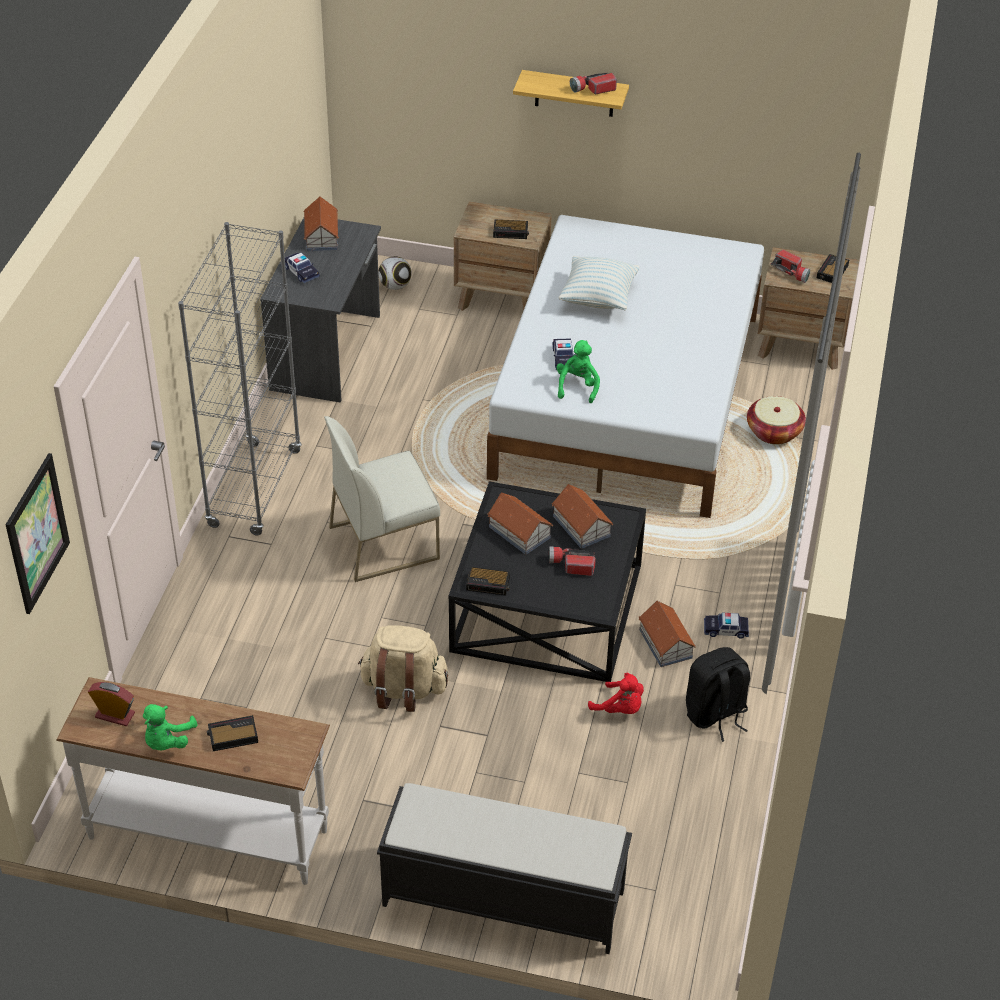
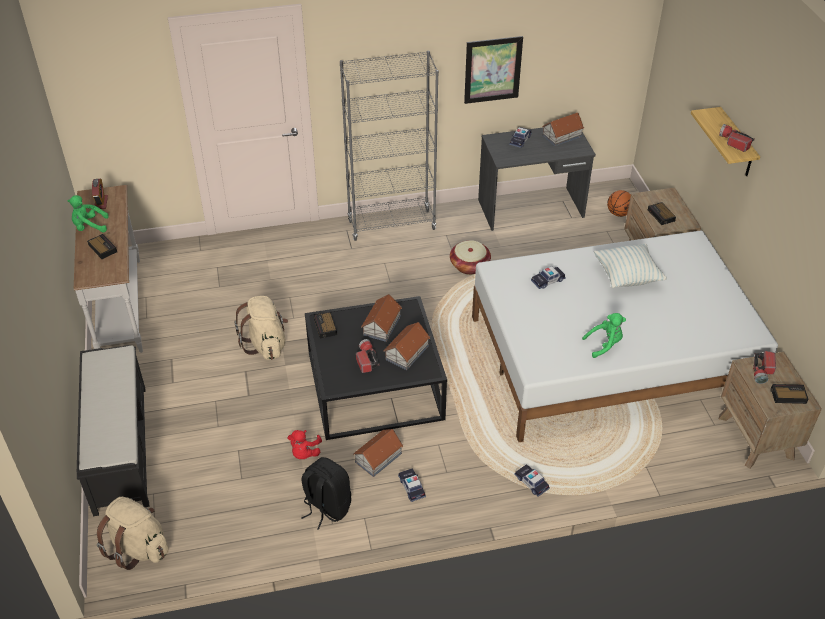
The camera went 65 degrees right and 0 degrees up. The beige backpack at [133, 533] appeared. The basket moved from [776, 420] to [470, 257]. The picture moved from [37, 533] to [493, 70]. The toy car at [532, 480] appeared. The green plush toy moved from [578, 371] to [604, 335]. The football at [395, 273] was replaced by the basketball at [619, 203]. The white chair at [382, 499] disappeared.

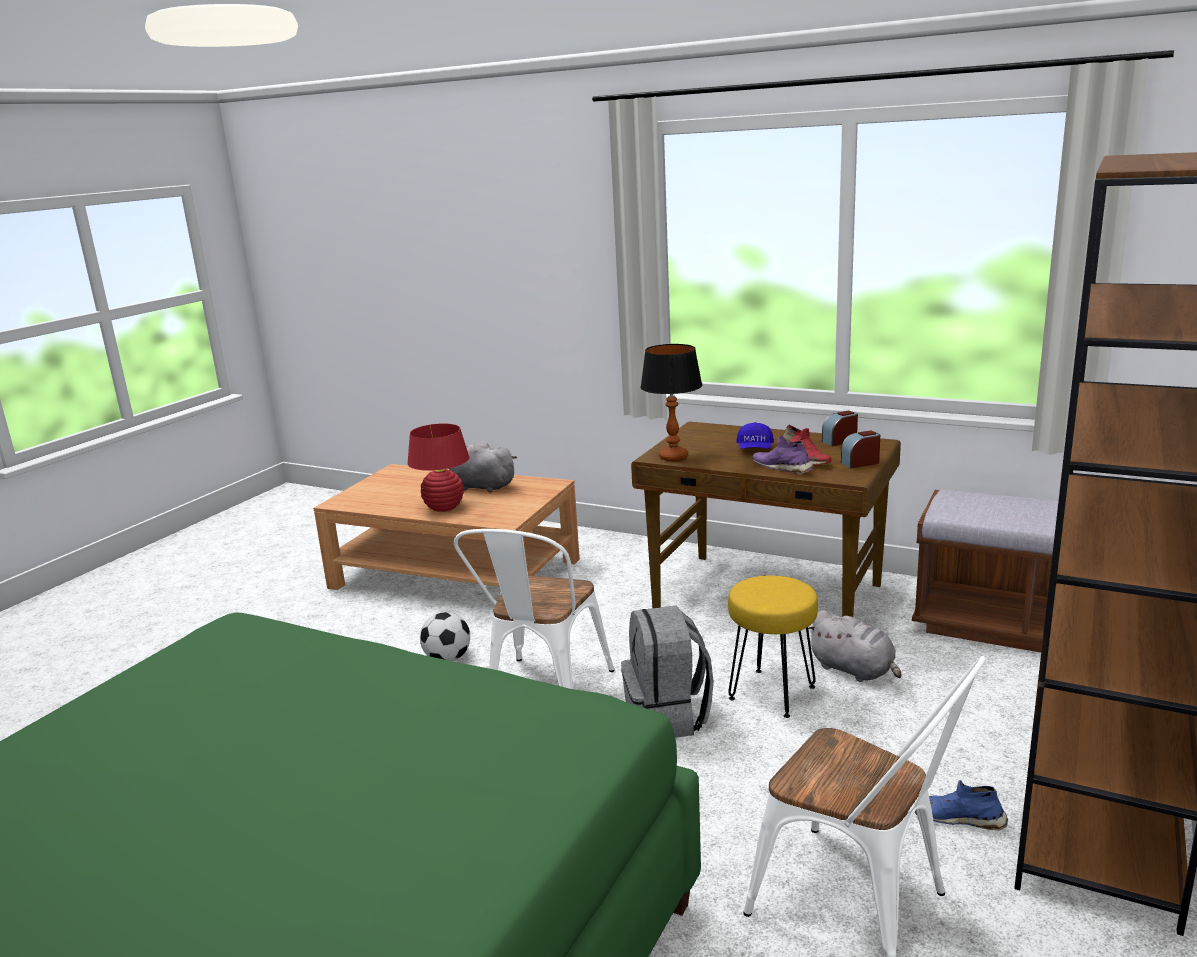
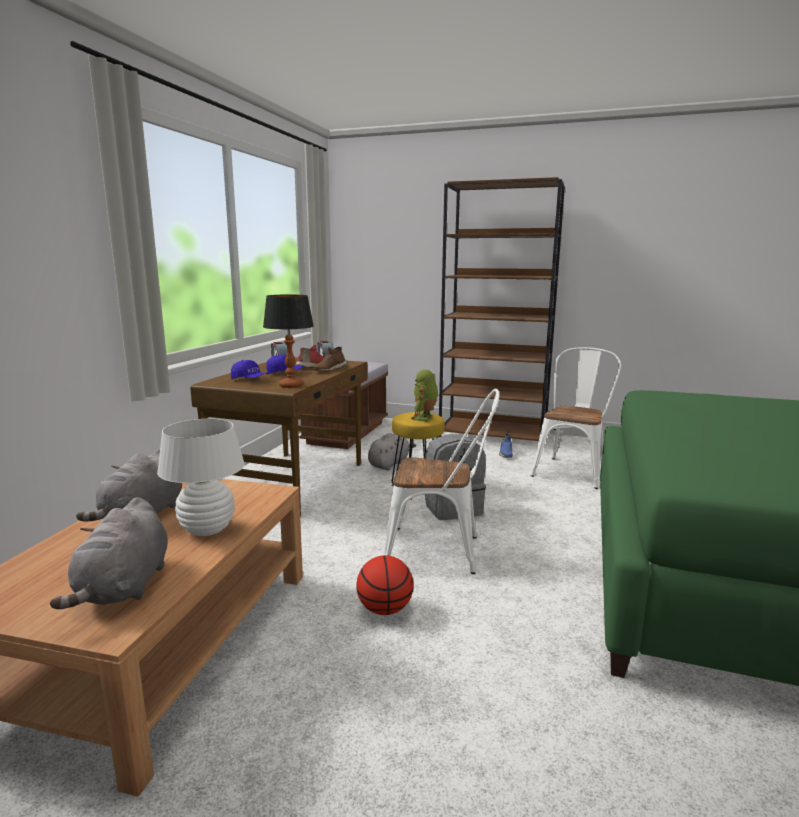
The camera went 100 degrees left and 5 degrees down. The grey plush toy at [109, 553] appeared. The red table lamp at [438, 467] became the white table lamp at [201, 477]. The blue cap at [250, 369] appeared. The purple shoe at [783, 455] became the brown shoe at [330, 359]. The football at [445, 636] was replaced by the basketball at [385, 585]. The toy robot at [425, 395] appeared.

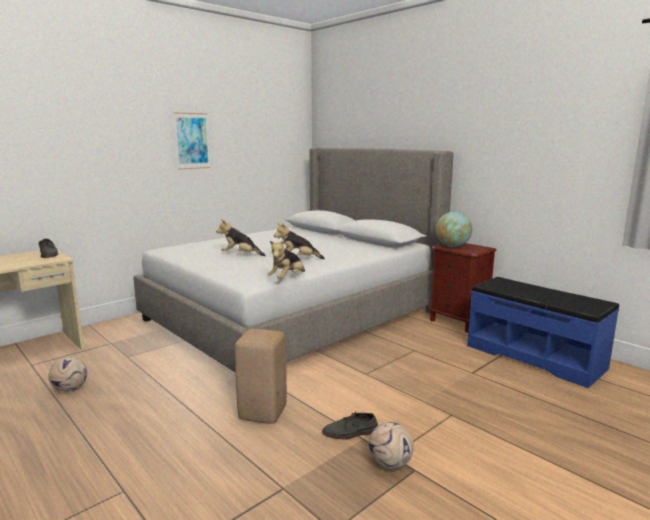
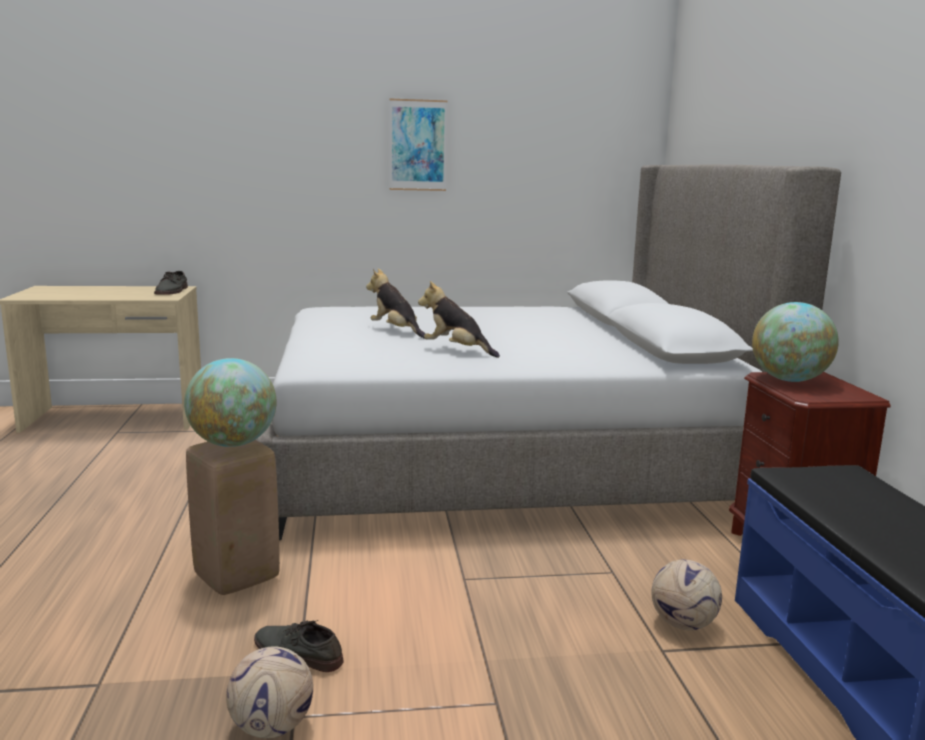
The camera went 35 degrees right and 0 degrees up. The globe at [230, 402] appeared. The football moved from [68, 374] to [686, 594]. The plush toy at [286, 259] disappeared.

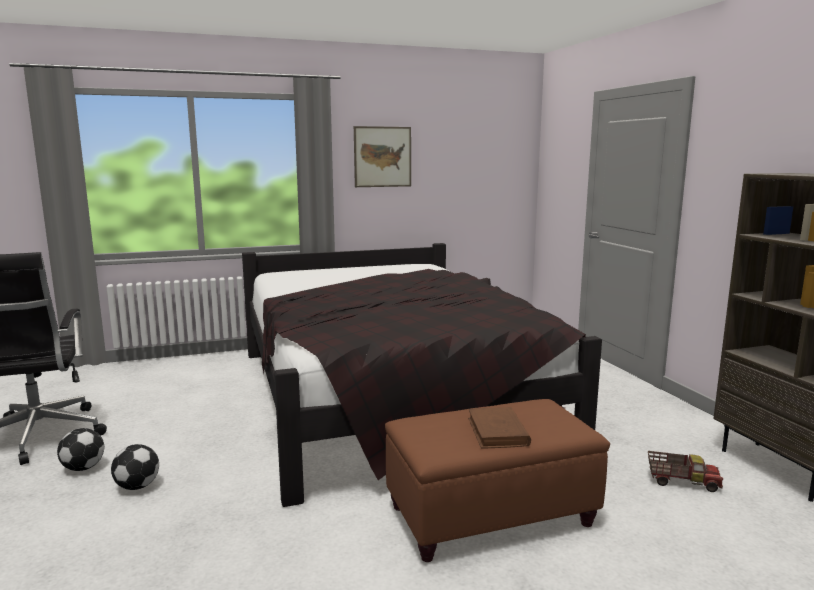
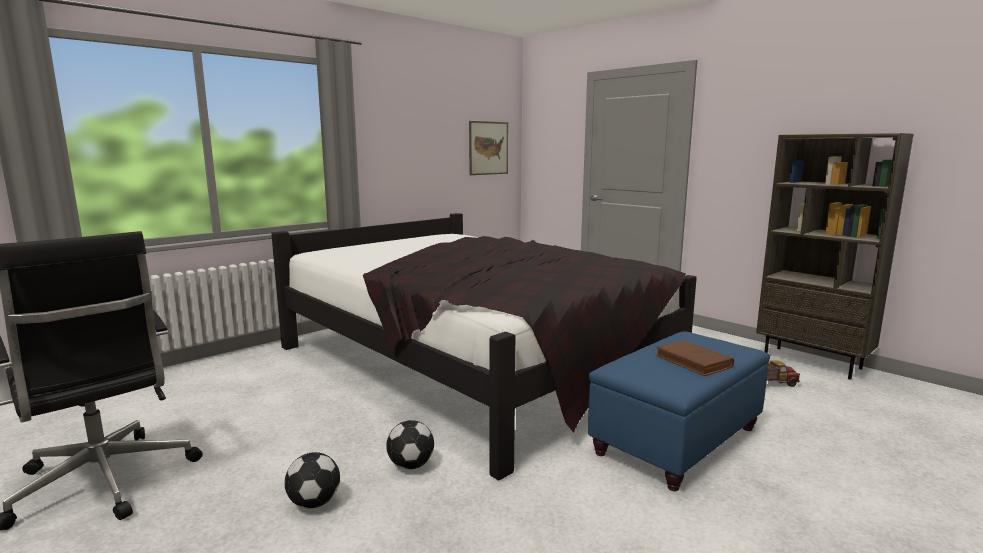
The camera went 25 degrees left and 0 degrees up. The football moved from [80, 449] to [410, 445]. The picture moved from [382, 156] to [488, 148]. The brown ottoman at [497, 480] became the blue ottoman at [679, 411].

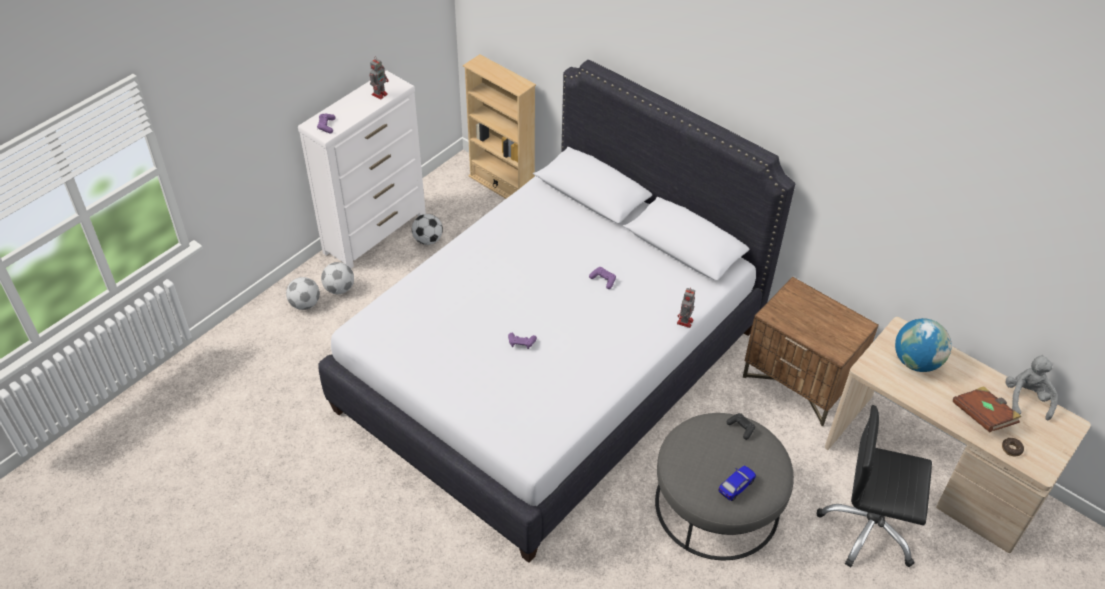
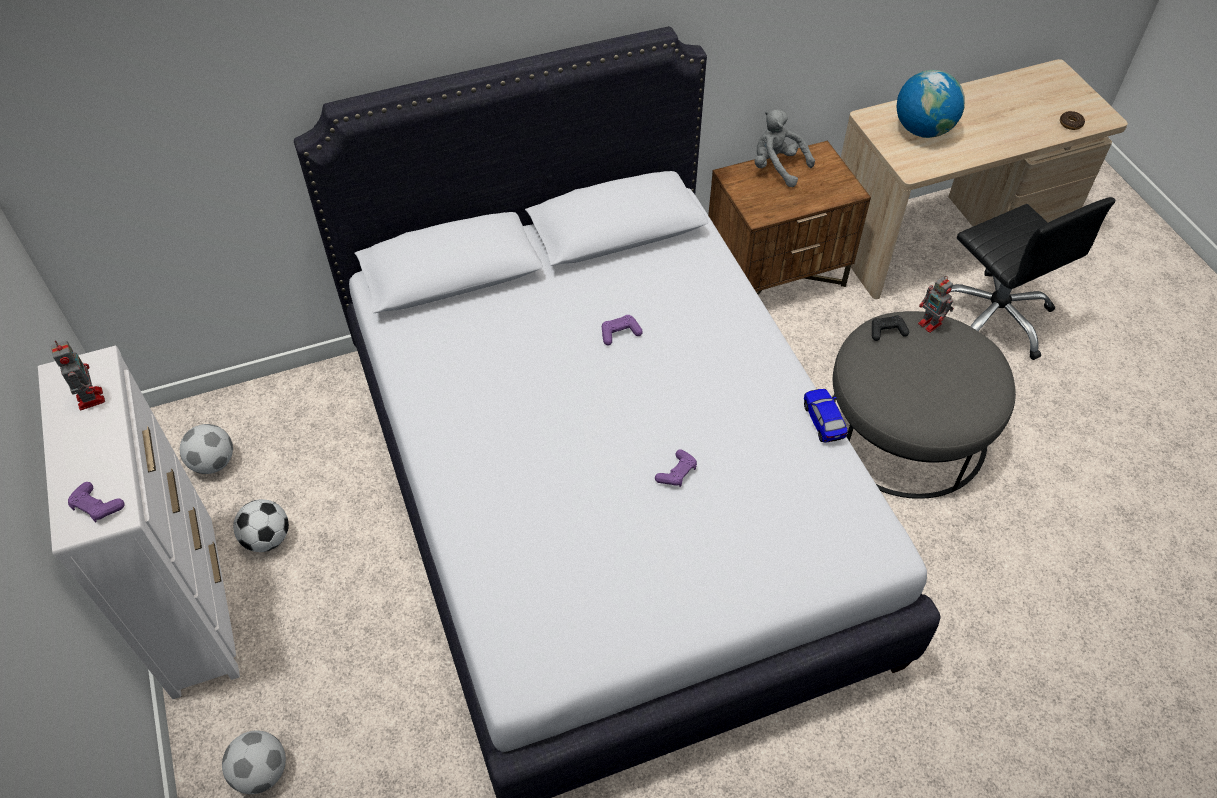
The camera went 60 degrees left and 5 degrees up. The football moved from [337, 278] to [206, 449]. The grey plush toy moved from [1032, 388] to [784, 148]. The toy car moved from [737, 483] to [825, 416]. The toy robot moved from [686, 307] to [936, 304]. The black office chair at [874, 486] turned 75 degrees counterclockwise. The beige bookcase at [499, 126] disappeared. The brown book at [987, 409] disappeared.

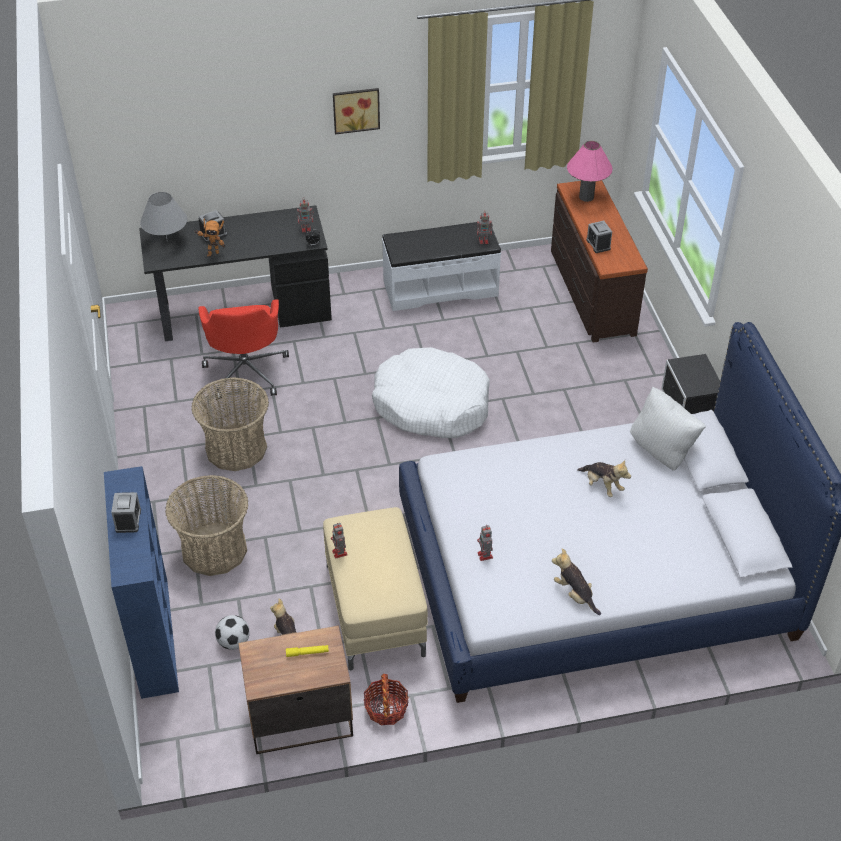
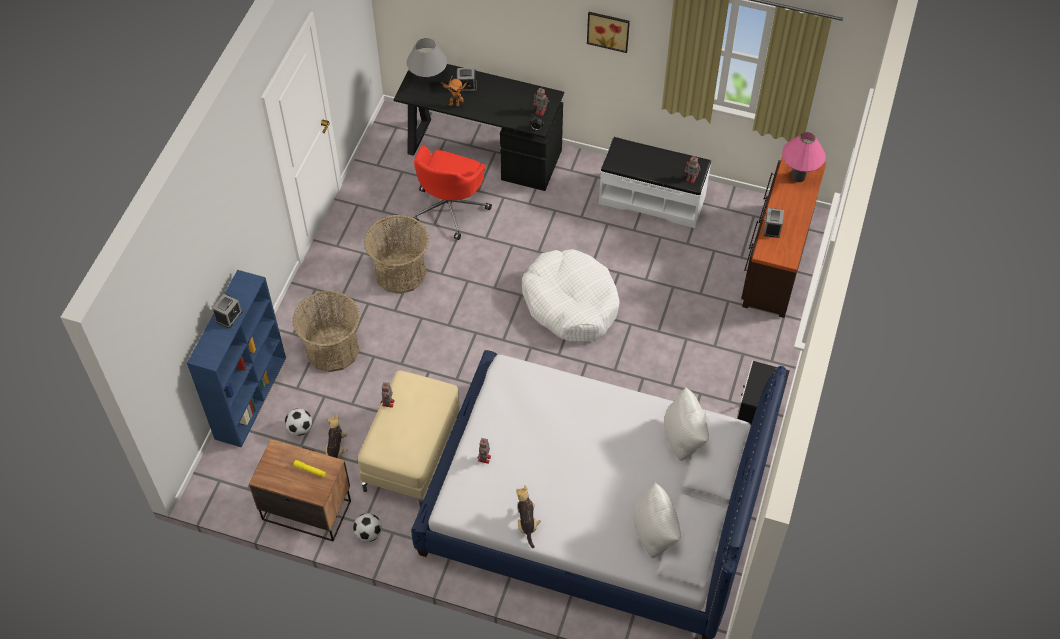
The camera went 30 degrees right and 10 degrees up. The basket at [386, 699] was replaced by the football at [367, 527]. The white pillow at [657, 520] appeared. The plush toy at [604, 478] disappeared.

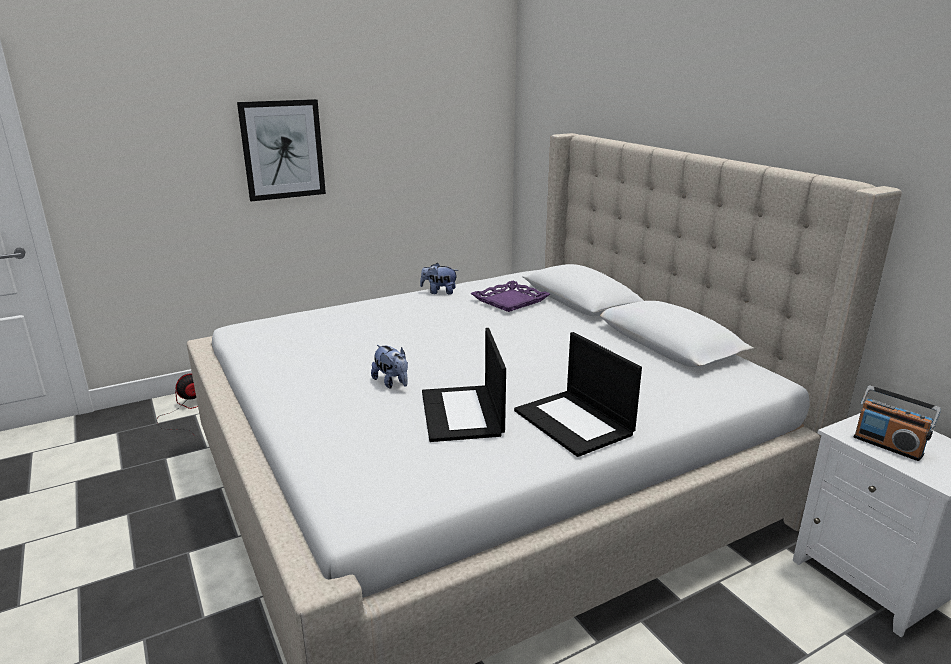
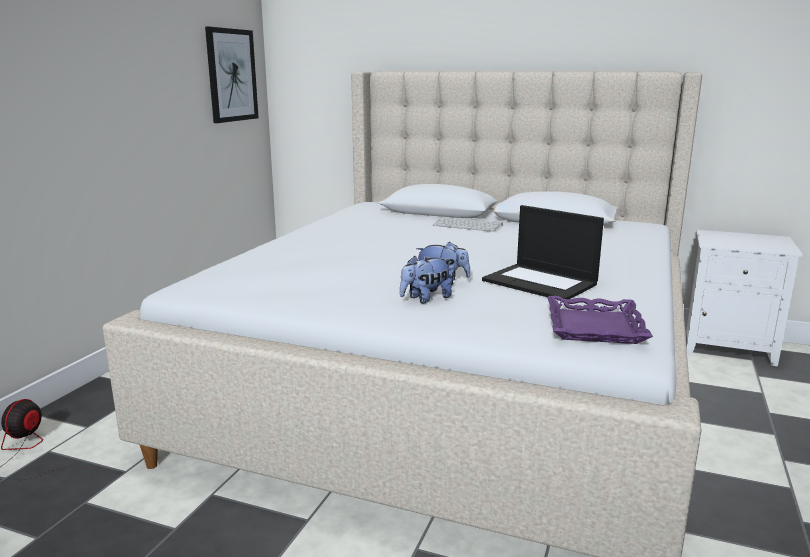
The camera went 40 degrees left and 5 degrees down. The picture moved from [281, 150] to [232, 75]. The plush toy moved from [439, 279] to [426, 279]. The keyboard at [468, 224] appeared. The purple tray moved from [510, 296] to [600, 320]. The laptop at [578, 394] disappeared. The radio at [897, 423] disappeared.

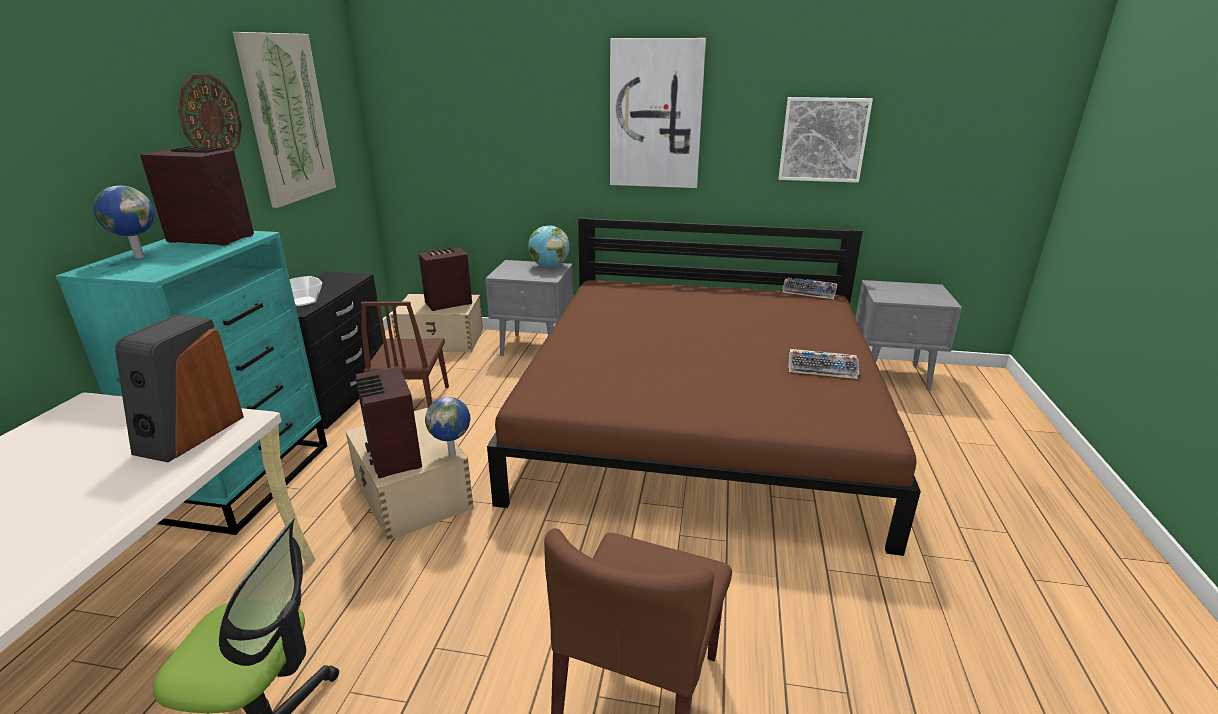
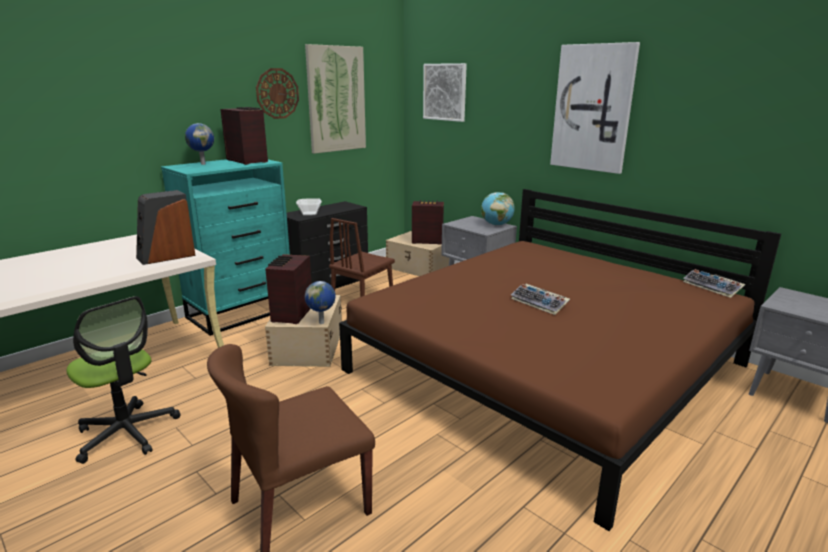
The camera went 35 degrees right and 5 degrees down. The picture moved from [826, 140] to [445, 92]. The keyboard moved from [823, 364] to [540, 299].

